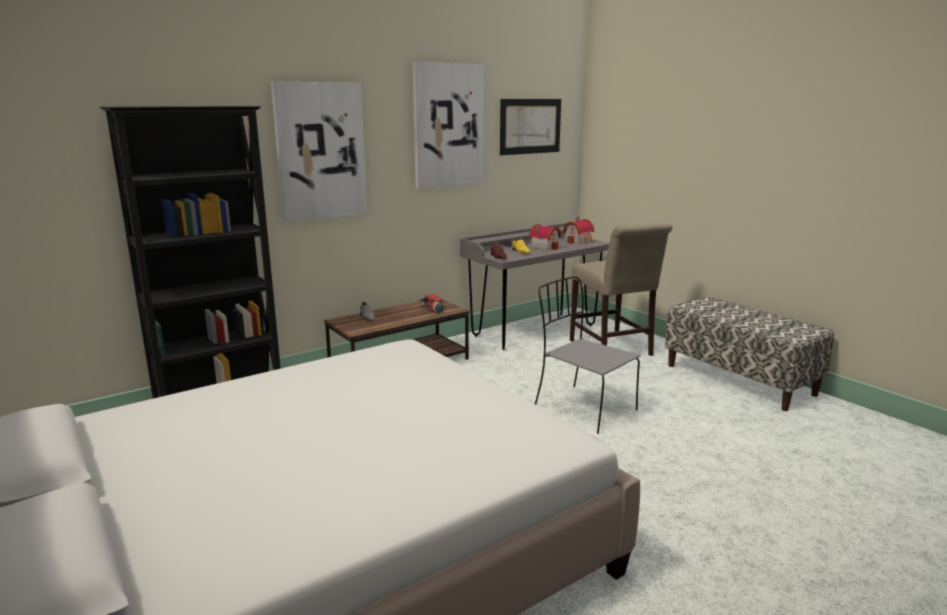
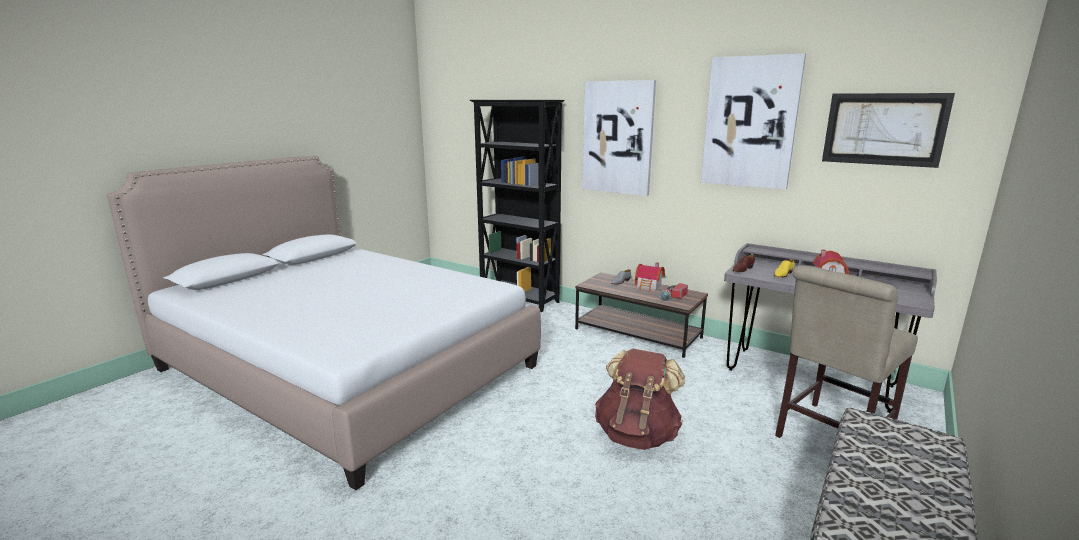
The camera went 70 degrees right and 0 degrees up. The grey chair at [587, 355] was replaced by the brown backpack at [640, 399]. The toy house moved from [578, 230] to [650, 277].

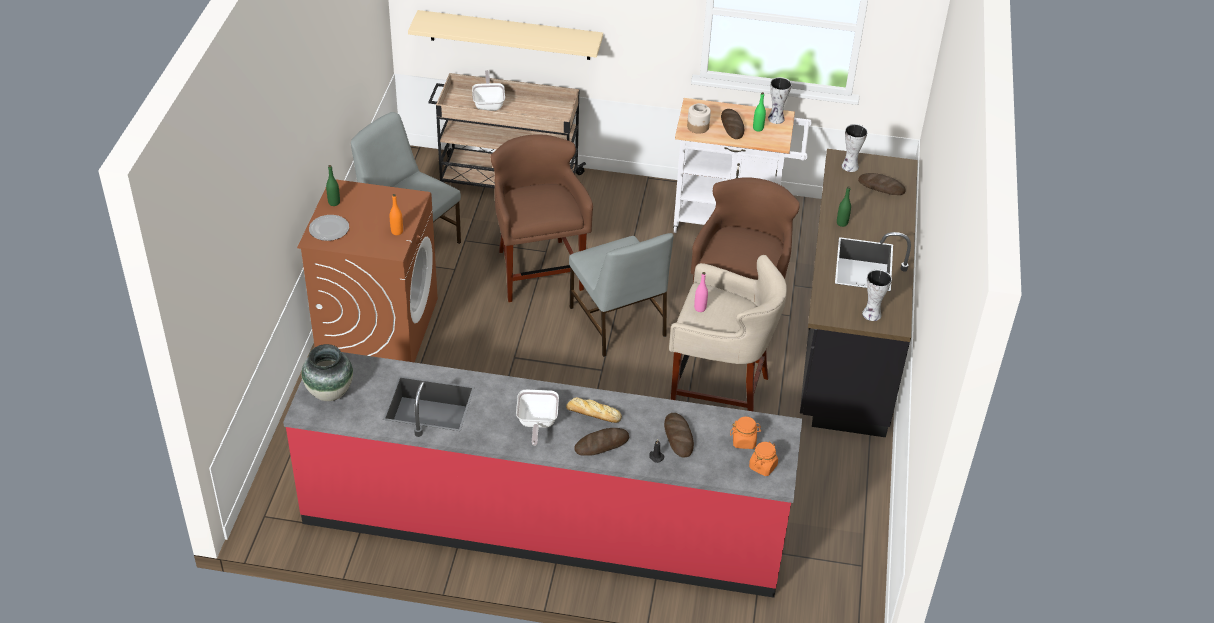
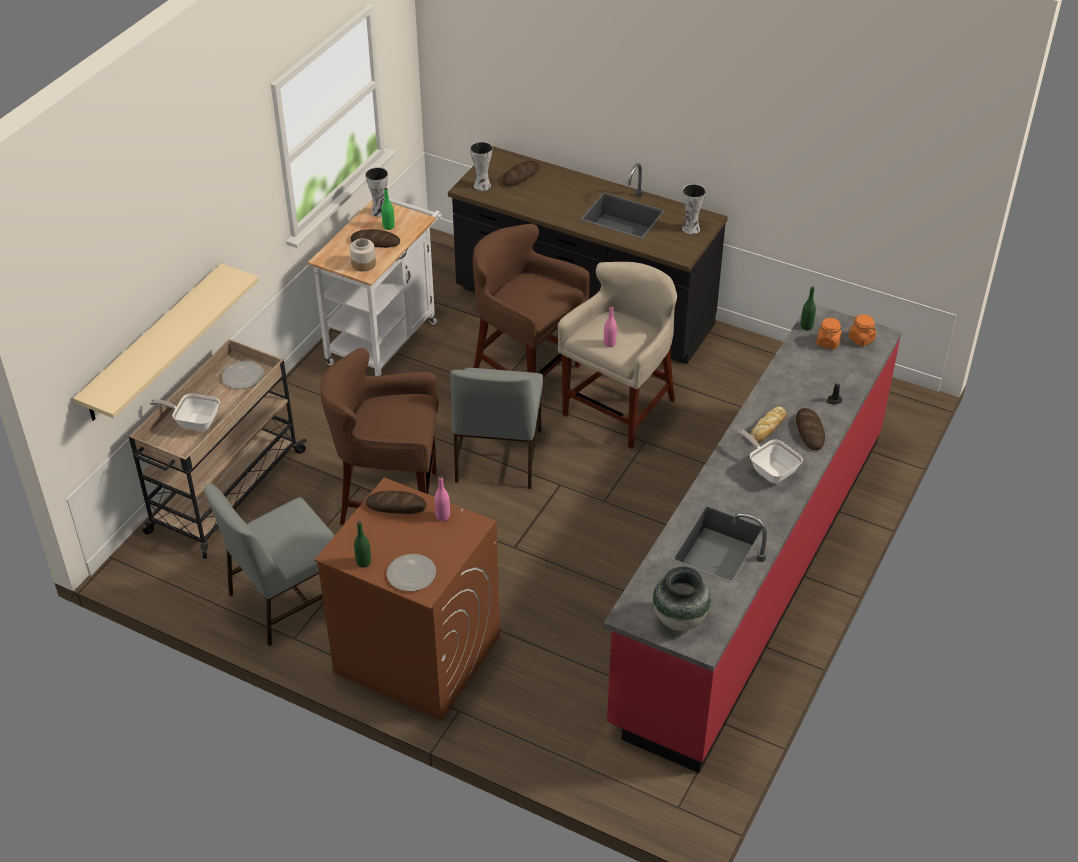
The camera went 70 degrees left and 0 degrees up. The plate at [243, 375] appeared. The bread moved from [679, 435] to [396, 502]. The orange bottle at [396, 214] became the pink bottle at [442, 498]. The grey chair at [621, 295] turned 105 degrees clockwise. The frying pan at [537, 418] turned 150 degrees counterclockwise. The green bottle moved from [844, 206] to [808, 308].

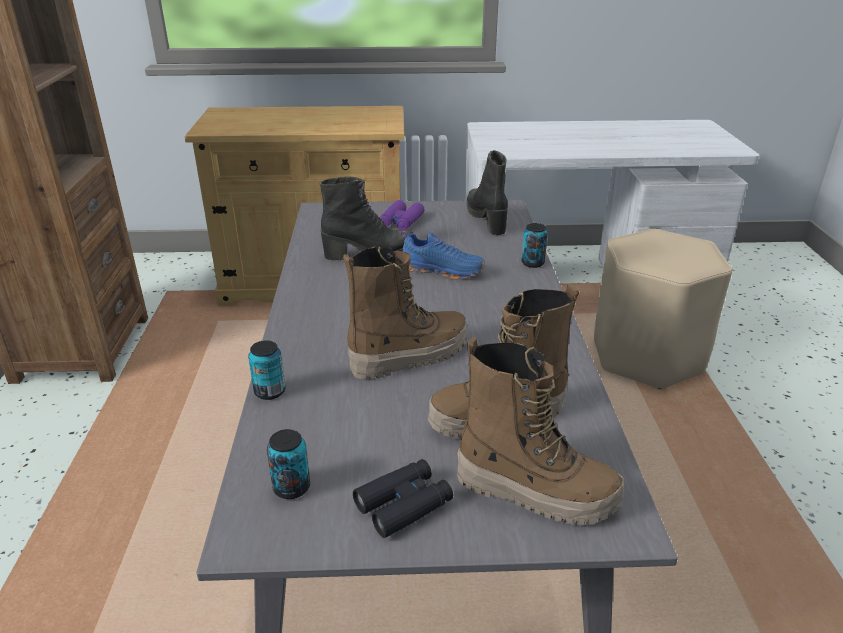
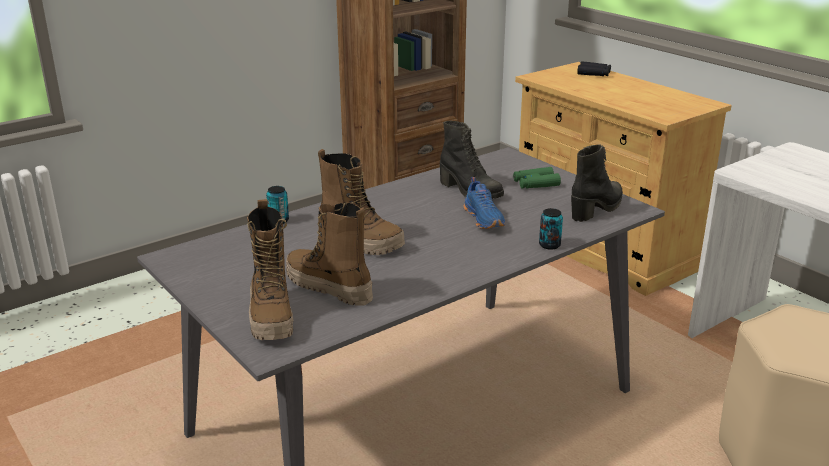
The camera went 55 degrees right and 5 degrees down. The purple binoculars at [402, 215] became the green binoculars at [537, 178]. The black binoculars moved from [403, 498] to [594, 68]. The can at [288, 464] disappeared.

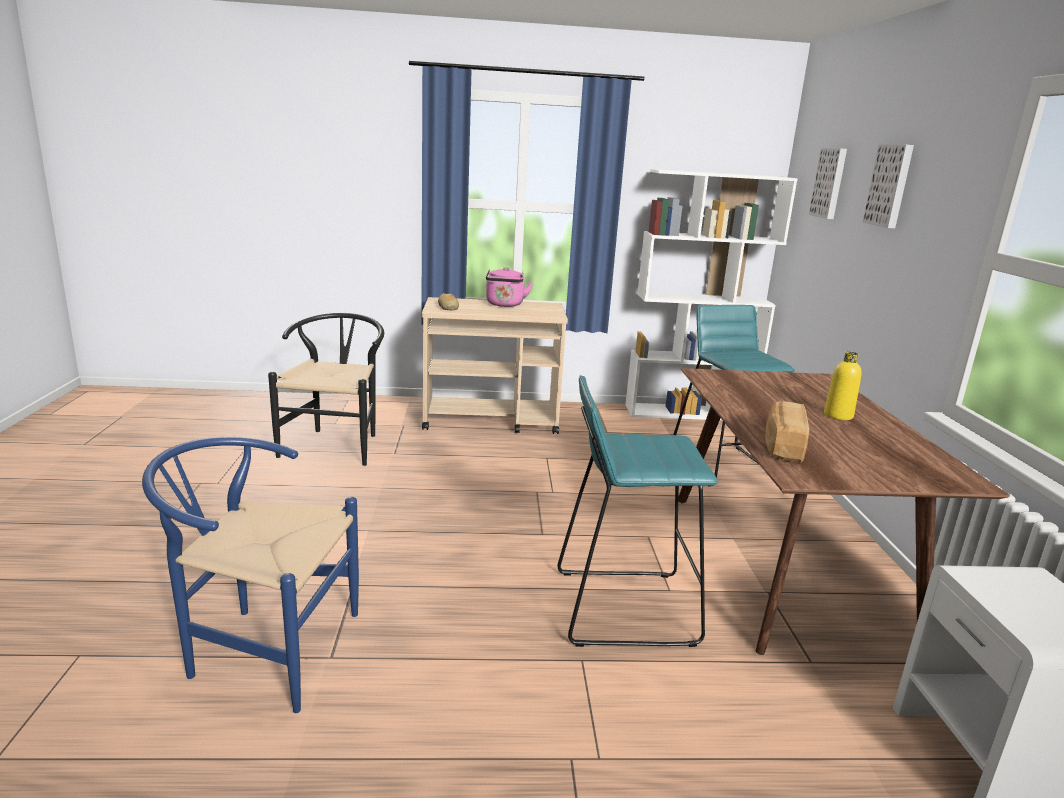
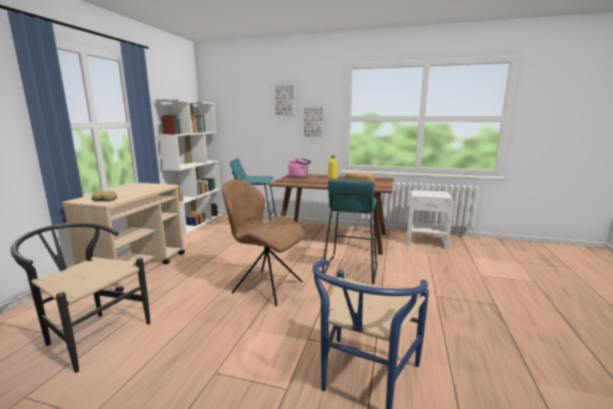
The camera went 70 degrees left and 5 degrees down. The brown chair at [263, 243] appeared. The pink kettle moved from [509, 287] to [299, 168]. The picture moved from [828, 183] to [313, 122].

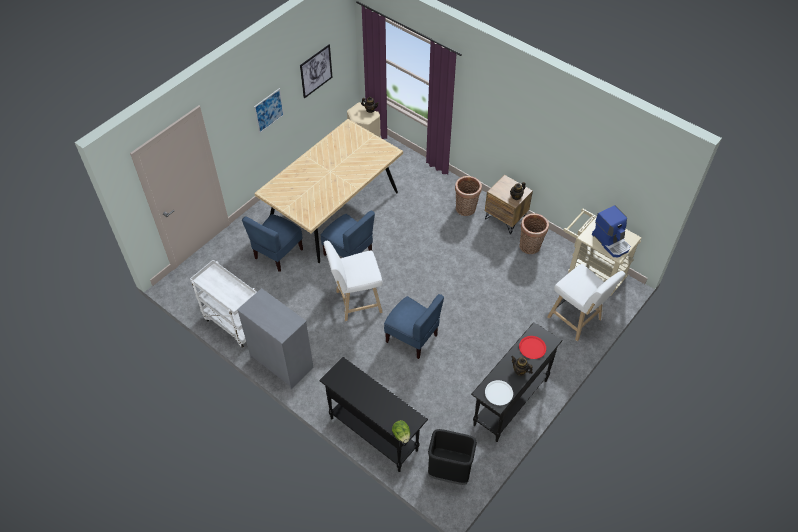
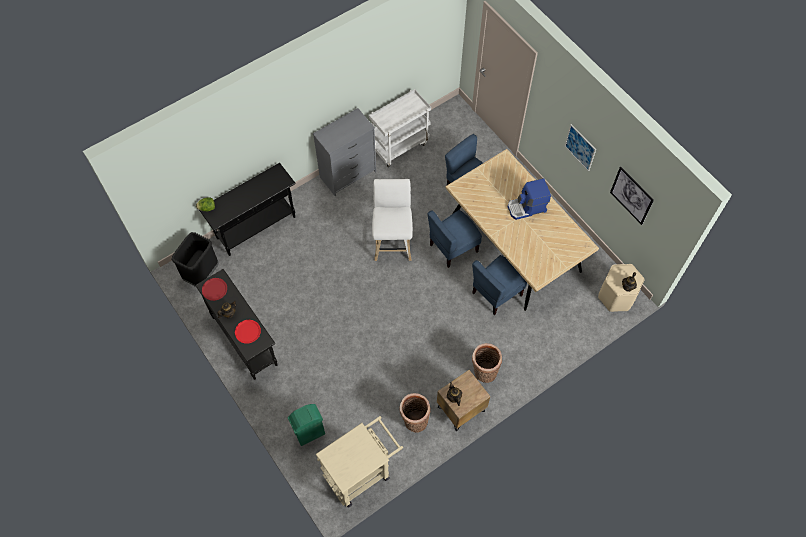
The camera went 105 degrees right and 10 degrees up. The white plate at [499, 392] became the red plate at [214, 289]. The white stool at [586, 302] was replaced by the green trash can at [306, 425]. The blue chair moved from [414, 326] to [499, 285]. The coffee machine moved from [611, 231] to [529, 199].

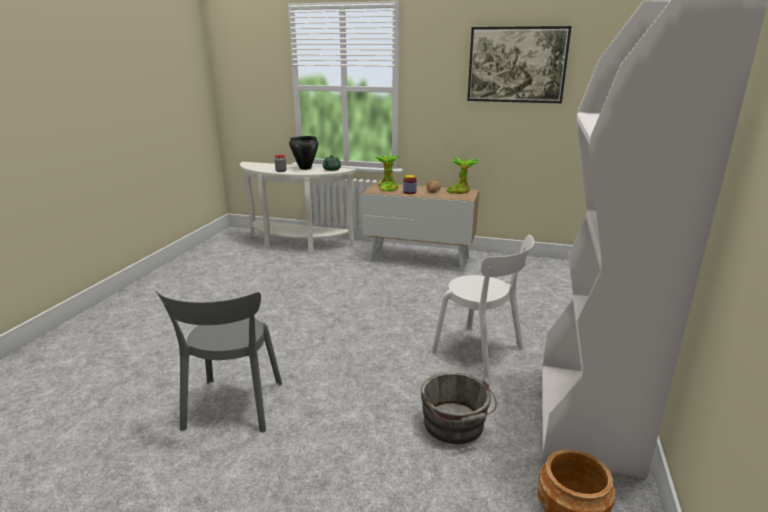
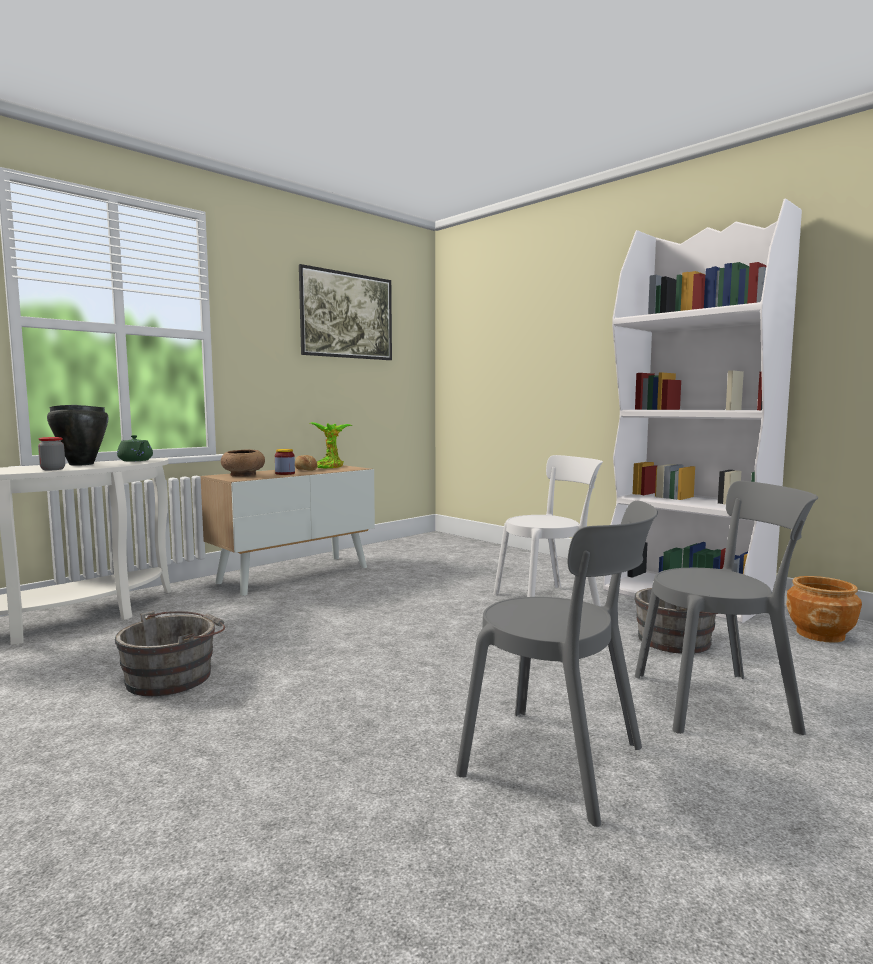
The camera went 60 degrees left and 15 degrees down. The grey bucket at [170, 653] appeared. The potted plant at [387, 172] was replaced by the brown bowl at [243, 463]. The grey chair at [726, 608] appeared.

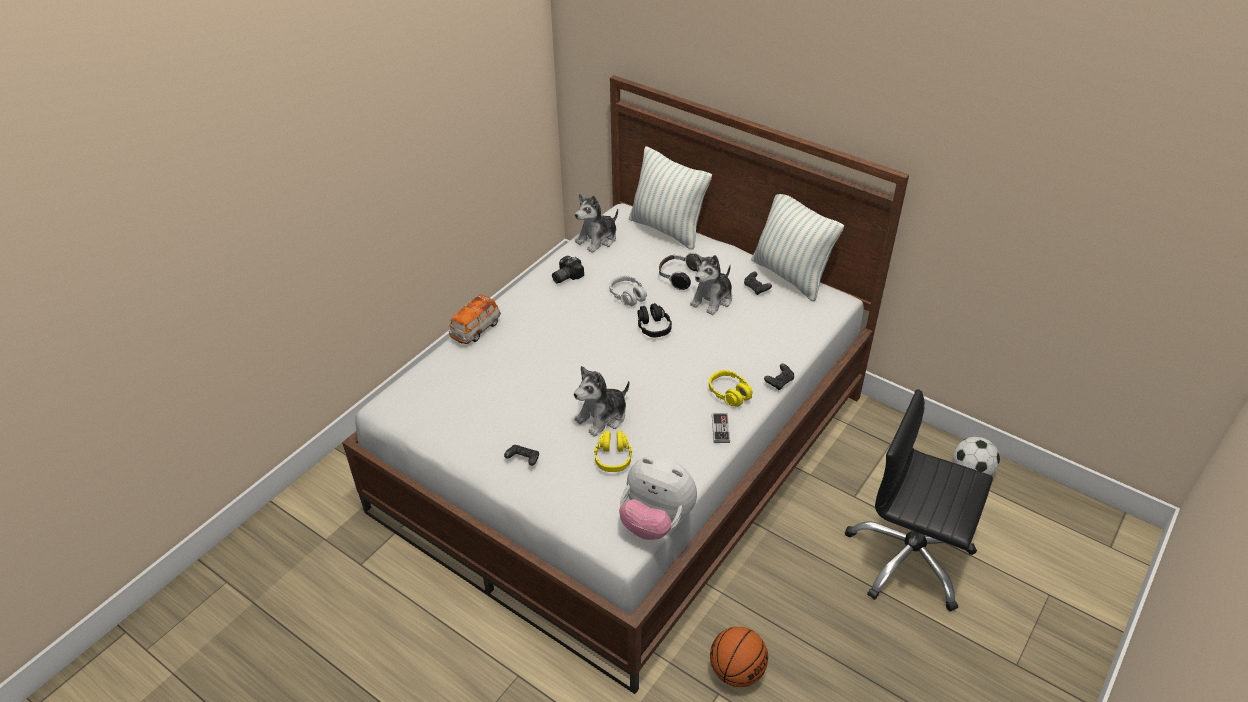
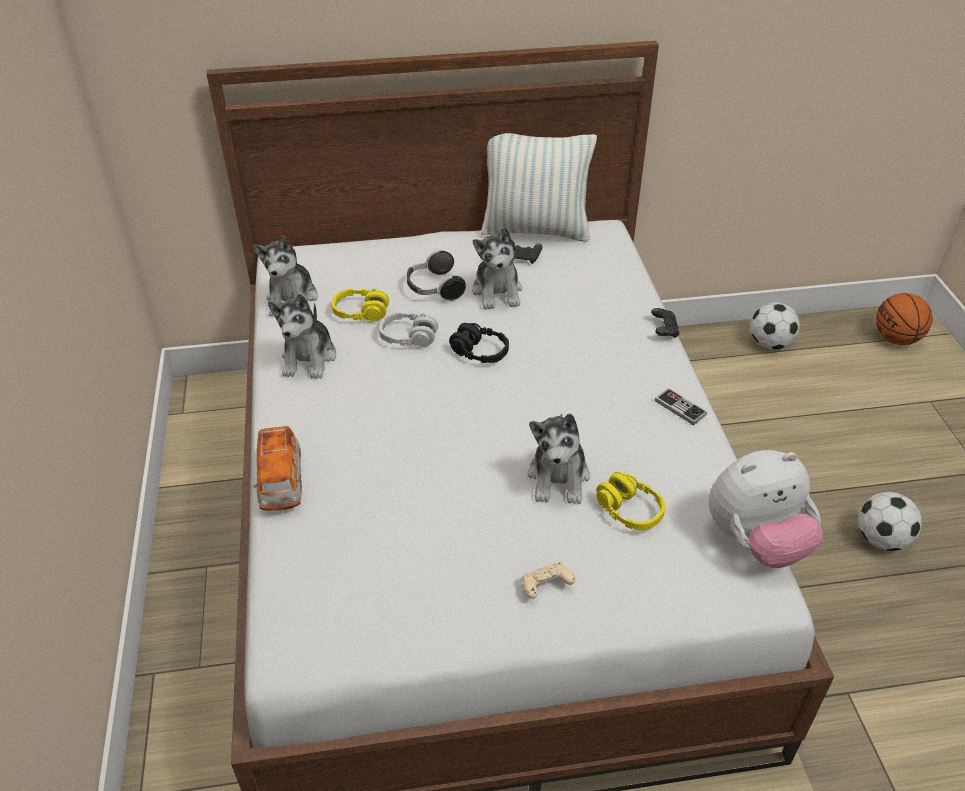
The camera went 45 degrees left and 0 degrees up. The photo camera at [568, 270] was replaced by the plush toy at [302, 336]. The yellow headphones moved from [731, 388] to [360, 305]. The black game controller at [521, 455] became the beige game controller at [548, 580]. The football at [890, 521] appeared. The basketball moved from [739, 657] to [904, 319]. The pillow at [670, 198] disappeared. The black office chair at [919, 500] disappeared.

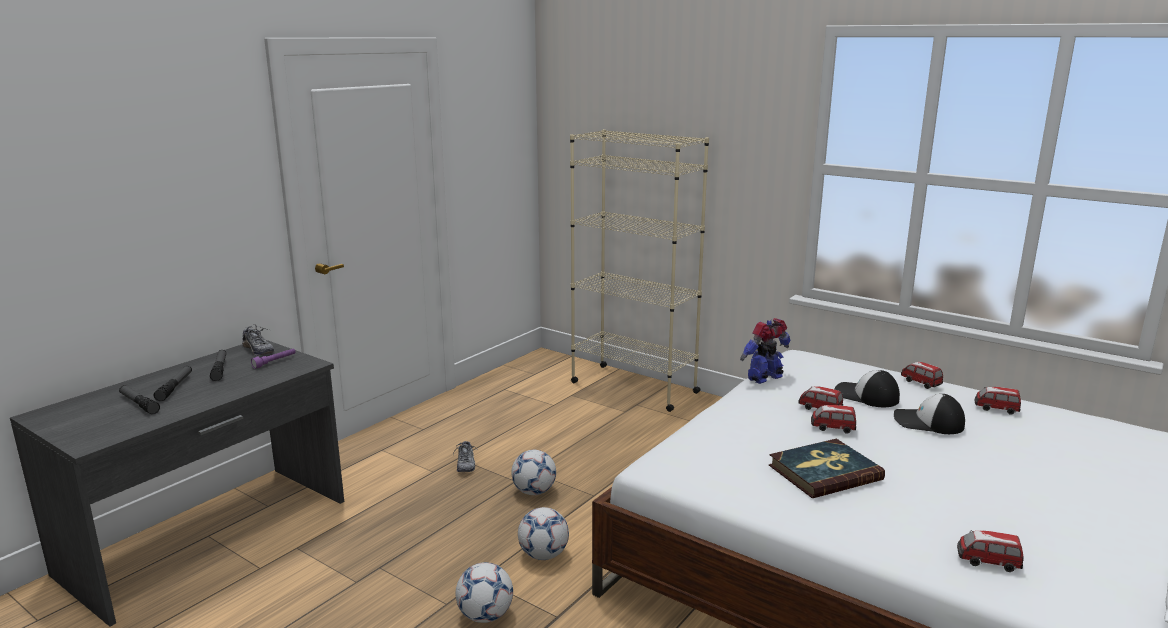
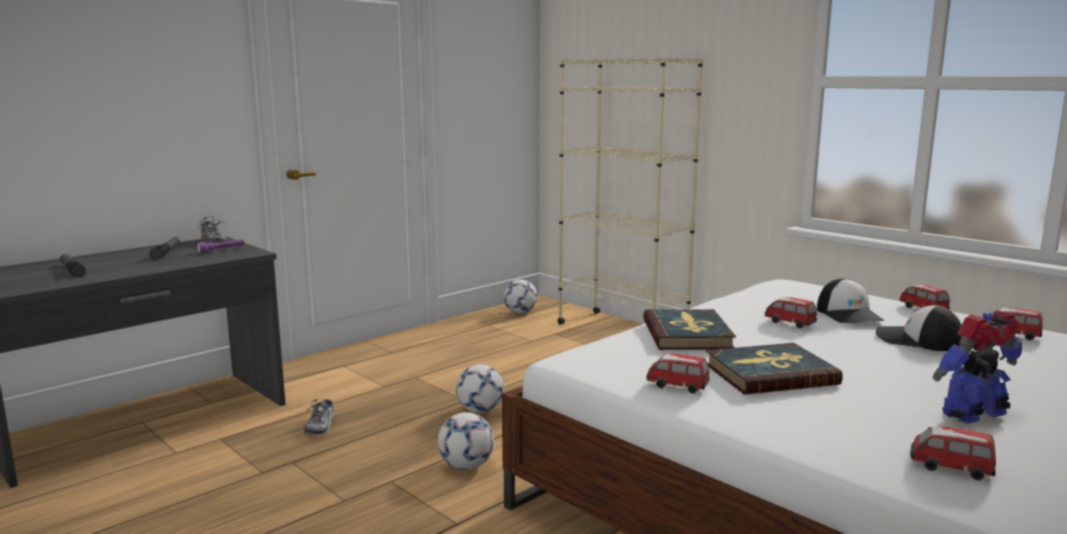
The camera went 10 degrees right and 5 degrees down. The shoe moved from [465, 456] to [319, 415]. The football moved from [484, 592] to [520, 296]. The book at [689, 329] appeared. The toy car moved from [833, 419] to [678, 374]. The cap at [867, 388] turned 150 degrees counterclockwise. The toy robot moved from [765, 351] to [977, 367]. The flashlight at [173, 383] disappeared.

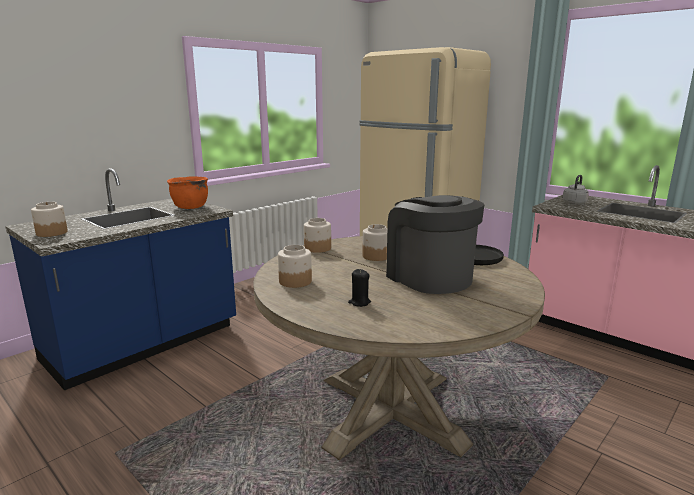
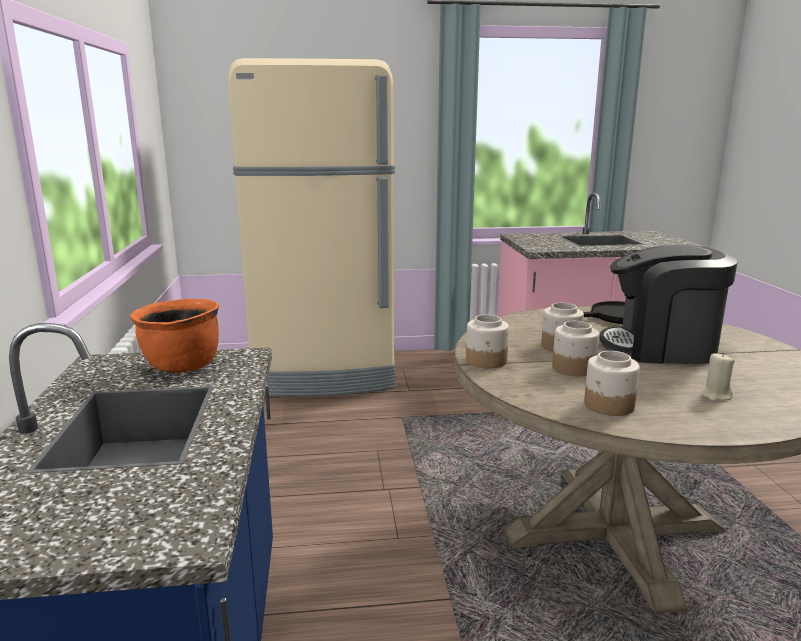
The camera went 50 degrees left and 0 degrees up. The jar moved from [49, 219] to [575, 348]. The black candle at [359, 288] became the beige candle at [718, 377]. The grey kettle at [576, 190] disappeared.

